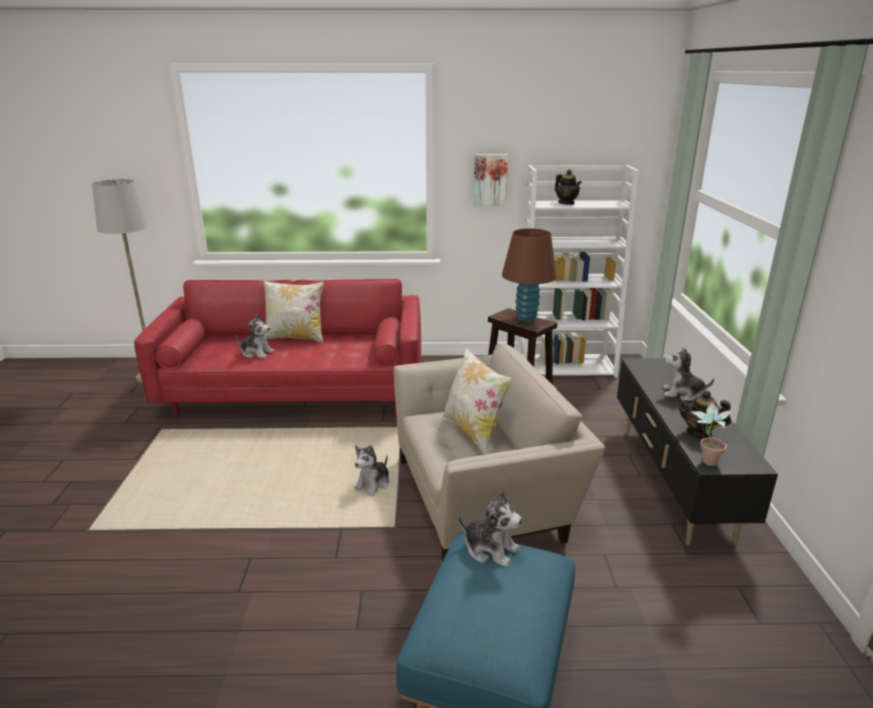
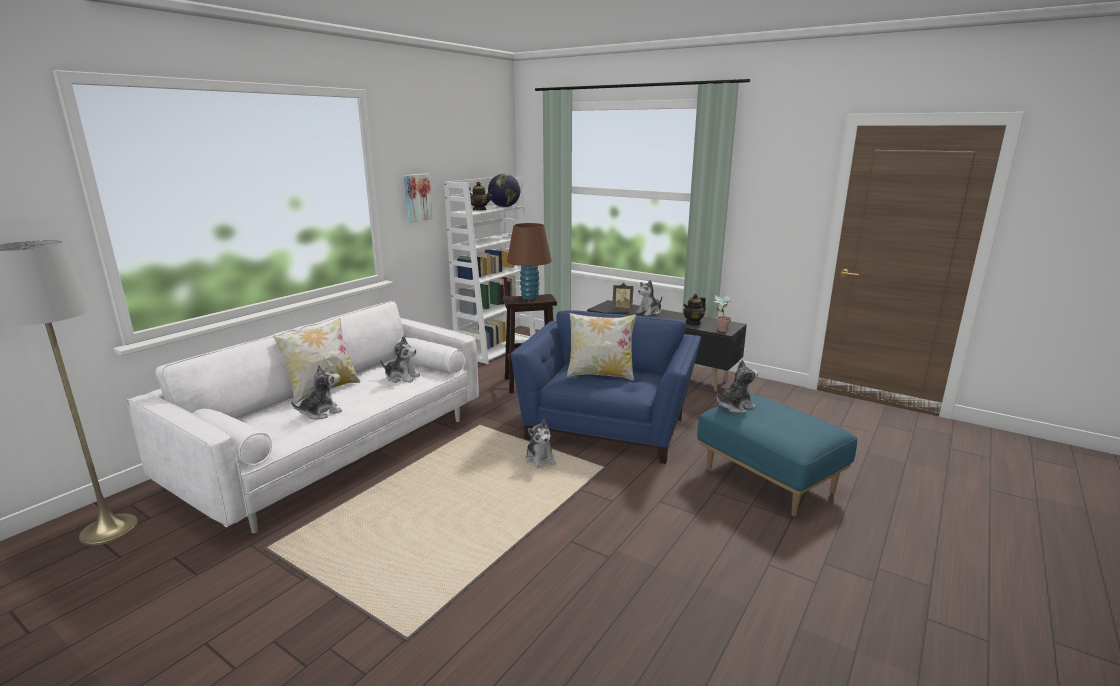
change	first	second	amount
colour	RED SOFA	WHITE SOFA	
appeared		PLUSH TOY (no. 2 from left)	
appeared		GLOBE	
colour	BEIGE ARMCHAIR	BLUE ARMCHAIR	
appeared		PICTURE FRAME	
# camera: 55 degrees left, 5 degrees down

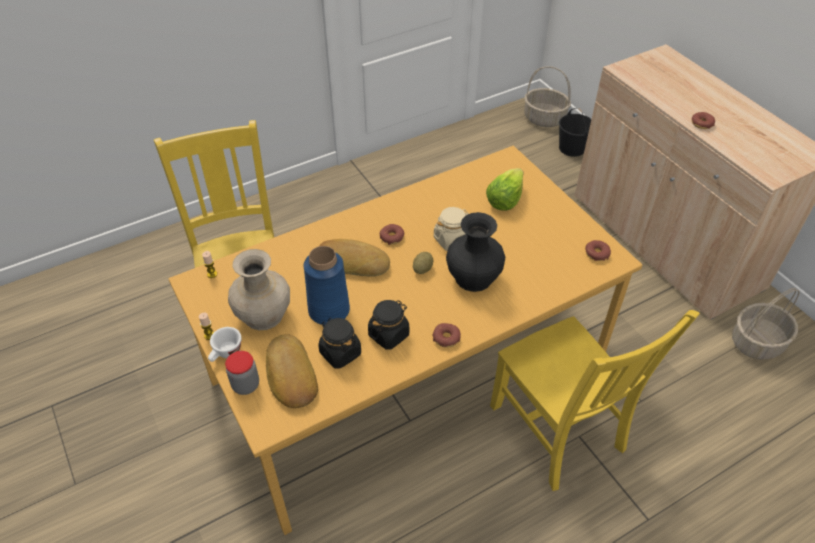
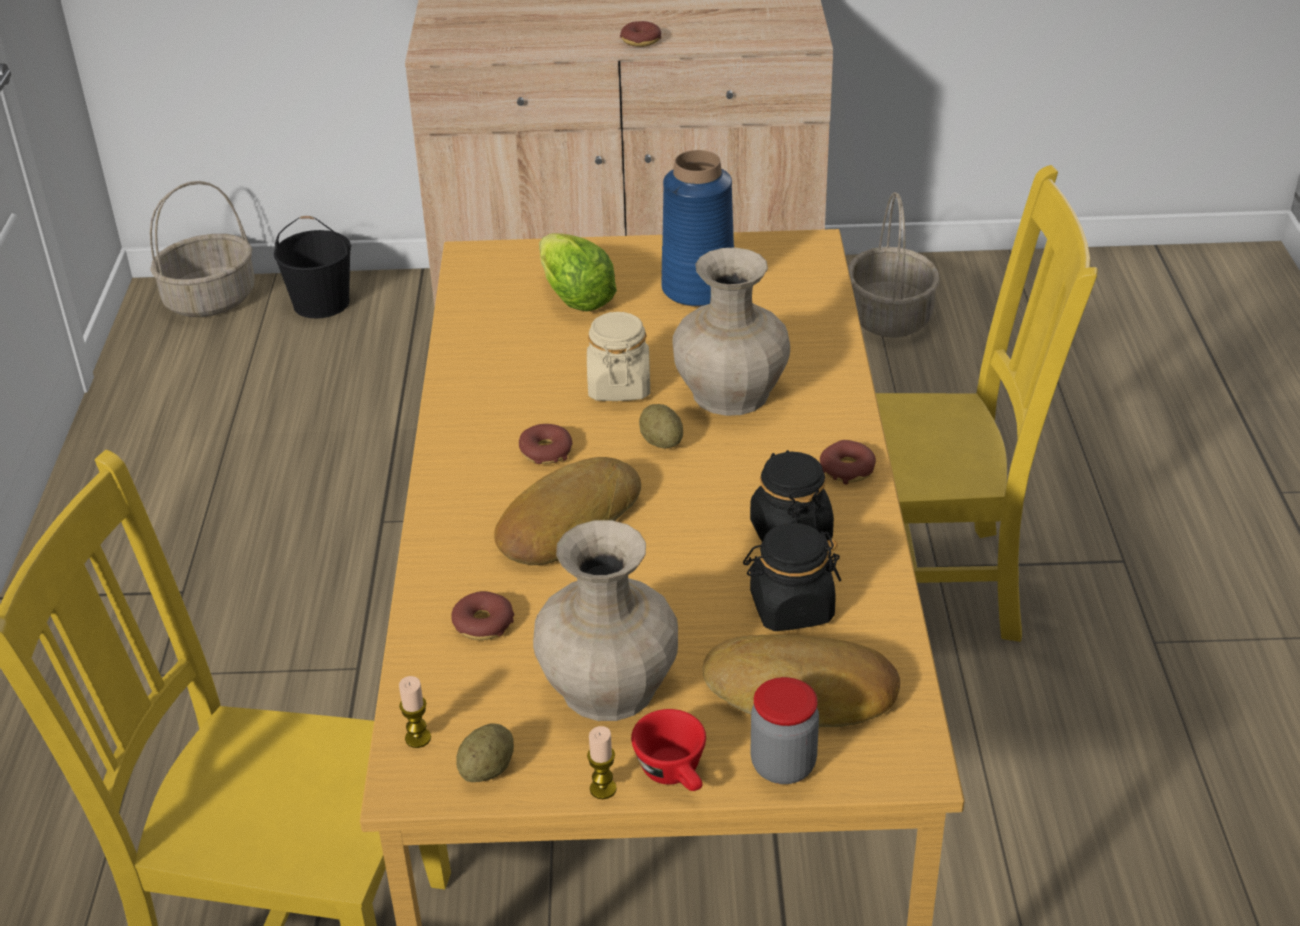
change	first	second	amount
relocated	DONUT (no. 3 from left in the first image)	DONUT (no. 1 from left)	
appeared		POTATO (no. 1 from left)	
colour	WHITE CUP	RED CUP	
relocated	BLUE VASE		
colour	BLACK VASE	BEIGE VASE (no. 2 from left)	
# camera: 60 degrees left, 10 degrees down

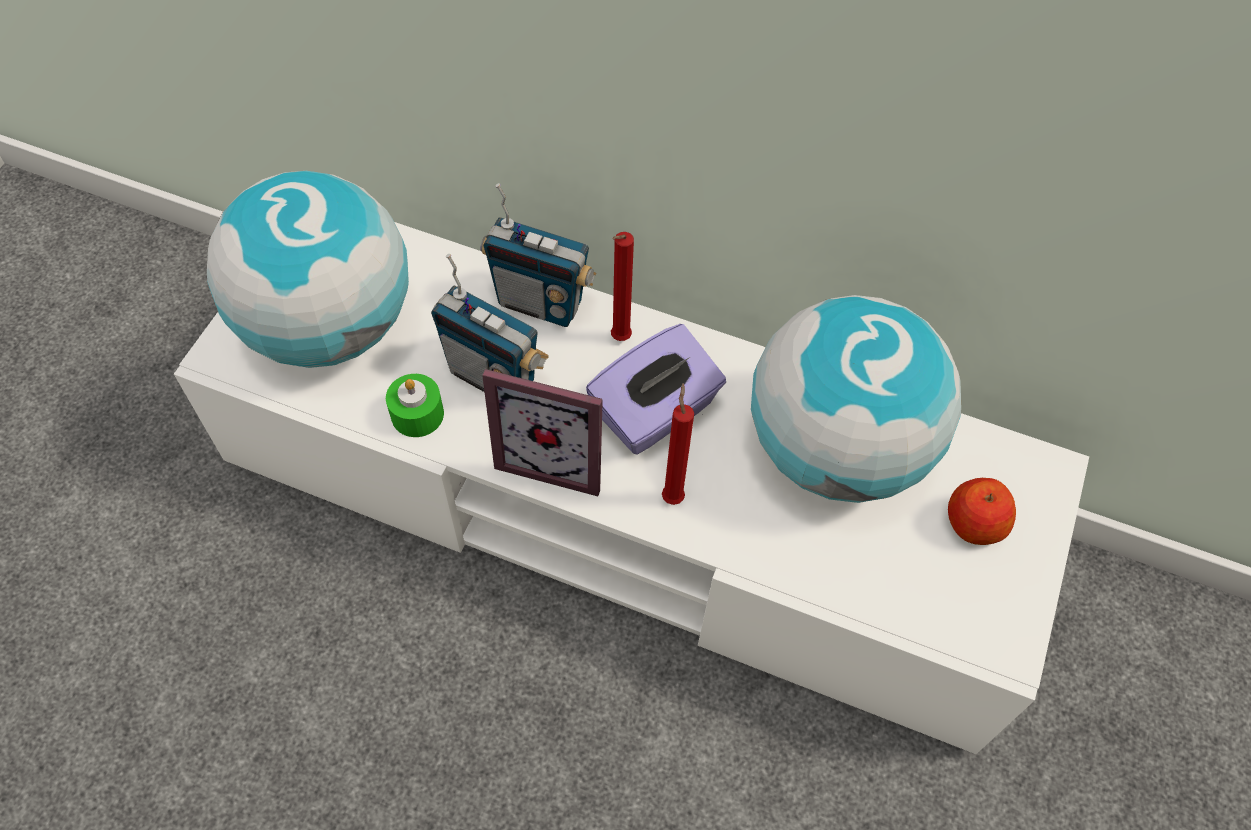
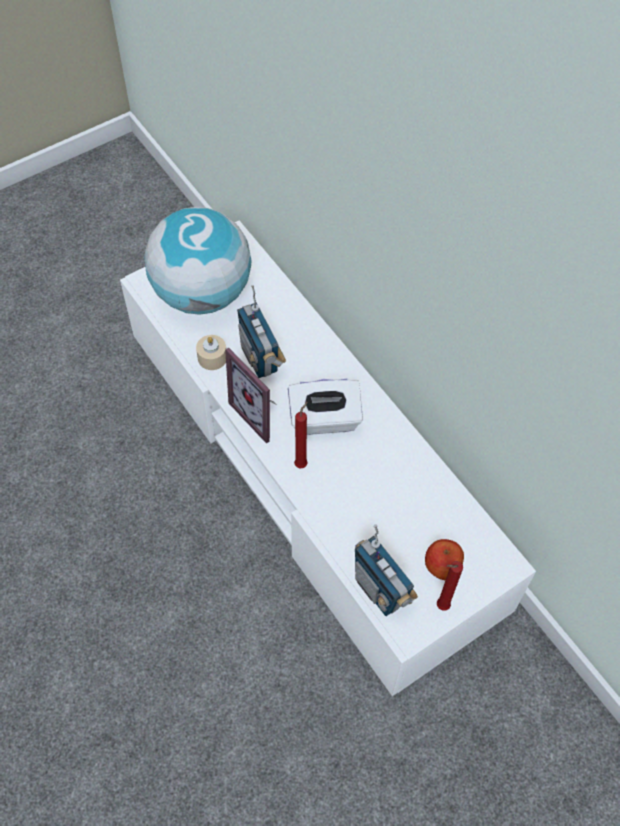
change	first	second	amount
colour	GREEN CANDLE	BEIGE CANDLE	
colour	PURPLE TISSUE BOX	WHITE TISSUE BOX	
relocated	RADIO (no. 2 from left)		
relocated	RED CANDLE (no. 1 from left in the first image)	RED CANDLE (no. 2 from left)	
missing	GLOBE (no. 2 from left)		
# camera: 35 degrees right, 0 degrees up

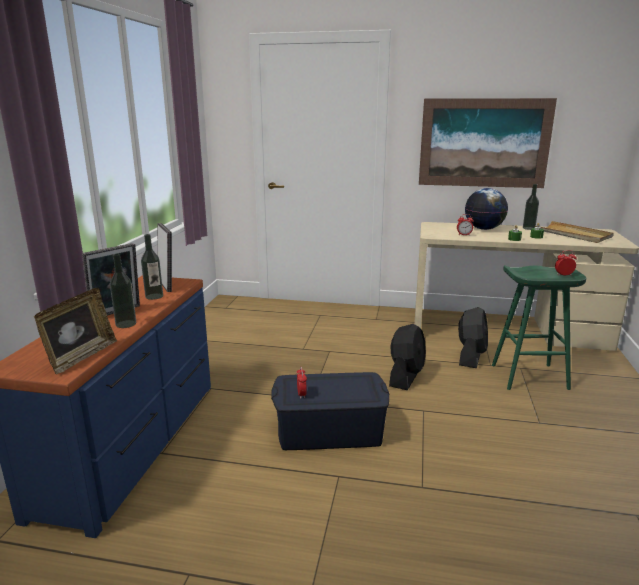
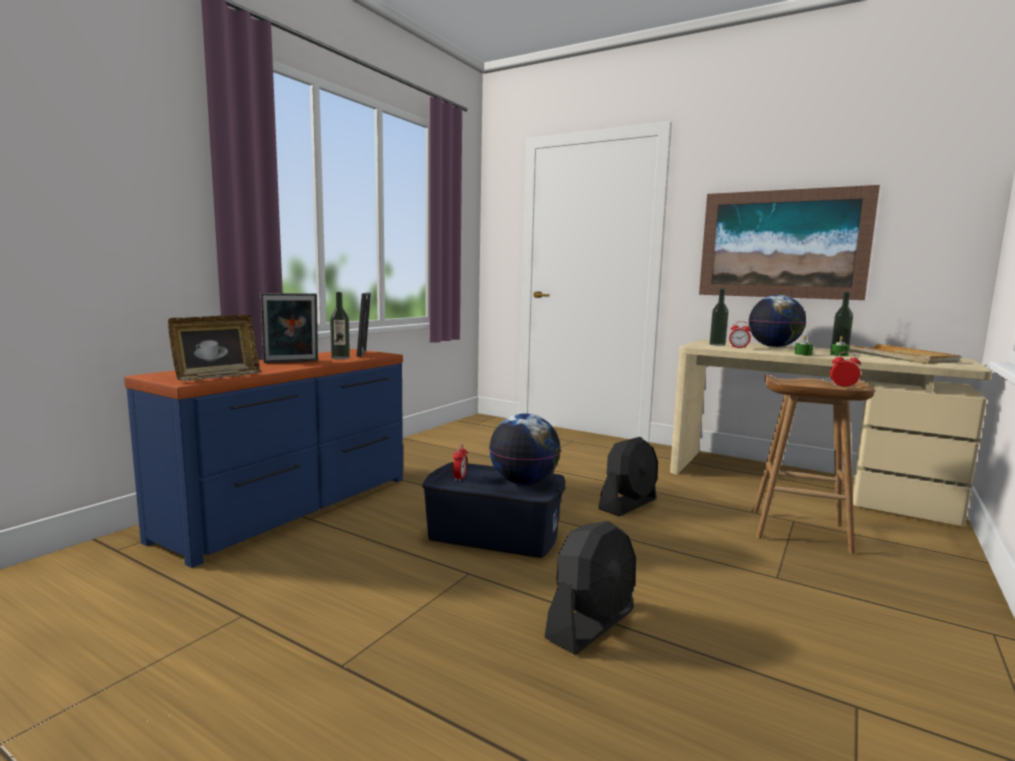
change	first	second	amount
appeared		GLOBE (no. 1 from left)	
relocated	BLACK FAN (no. 2 from left in the first image)	BLACK FAN (no. 1 from left)	
relocated	BOTTLE (no. 1 from left in the first image)	BOTTLE (no. 2 from left)	
colour	GREEN STOOL	BROWN STOOL	
# camera: 20 degrees right, 10 degrees down

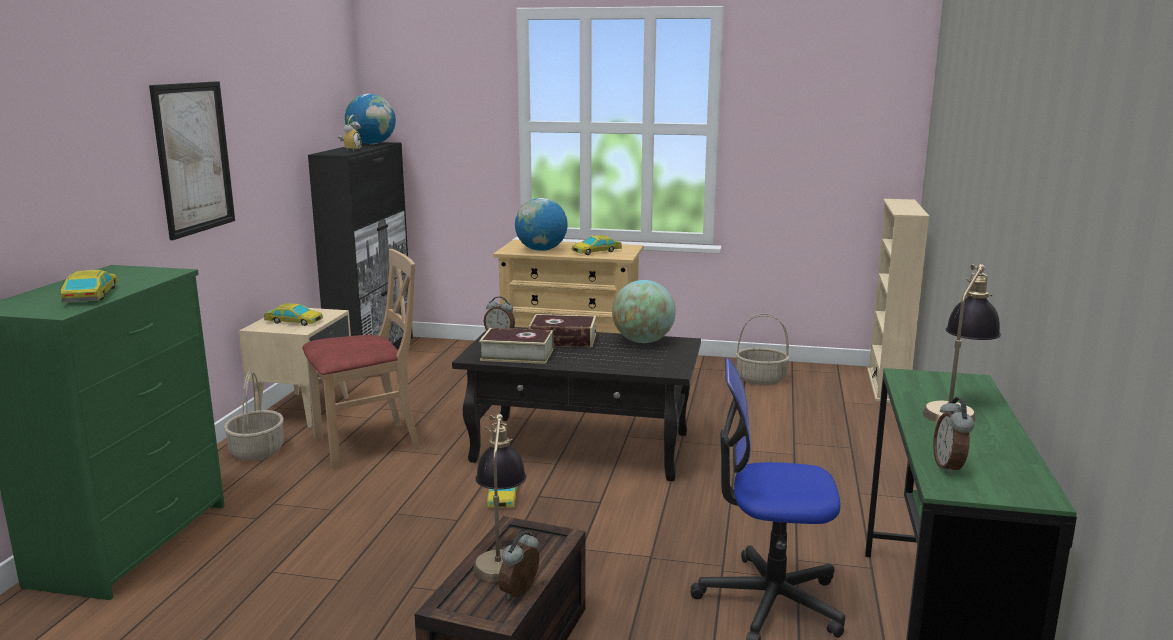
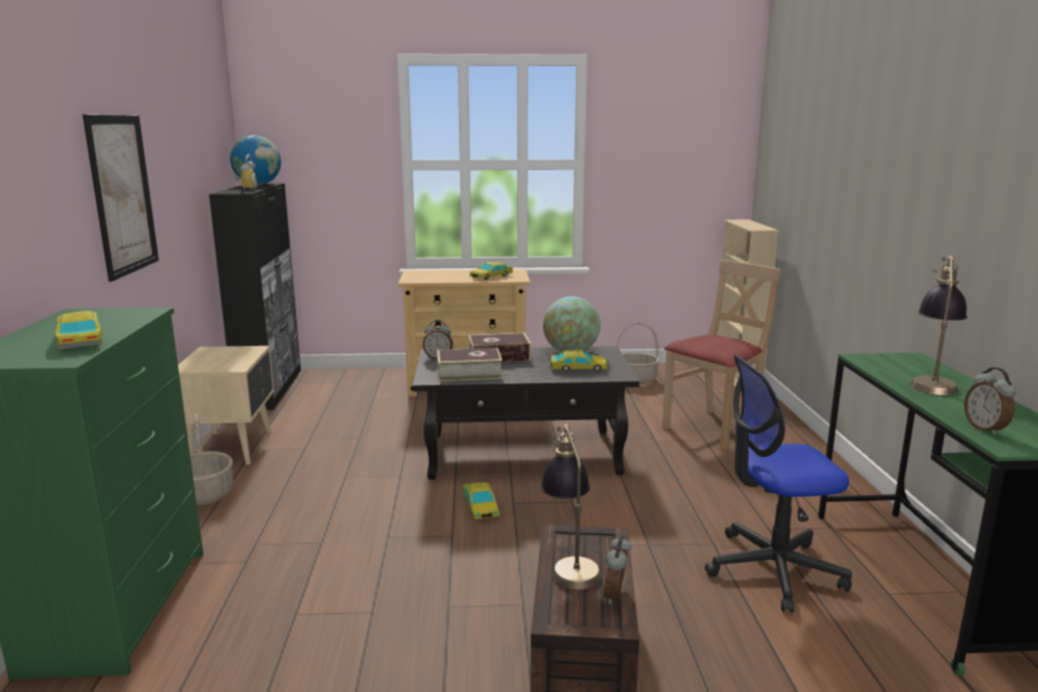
change	first	second	amount
relocated	TOY CAR (no. 2 from left in the first image)	TOY CAR (no. 4 from left)	
relocated	BEIGE CHAIR		
missing	GLOBE (no. 2 from left)		
# camera: 15 degrees left, 0 degrees up

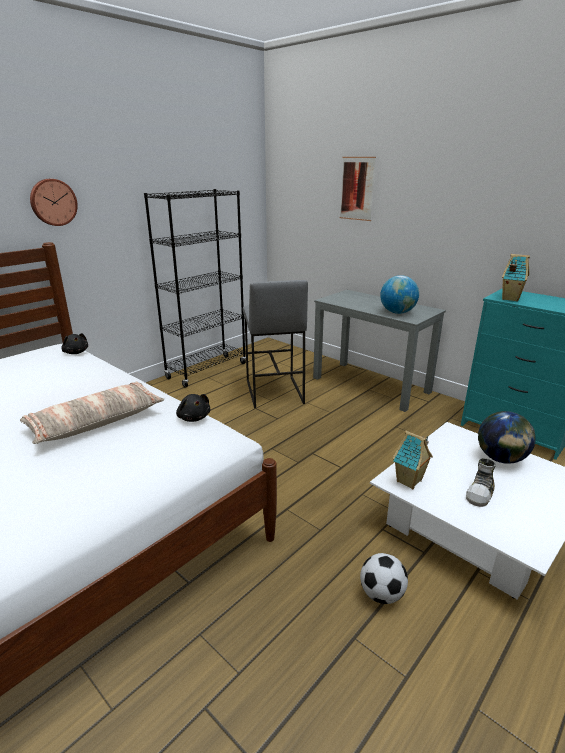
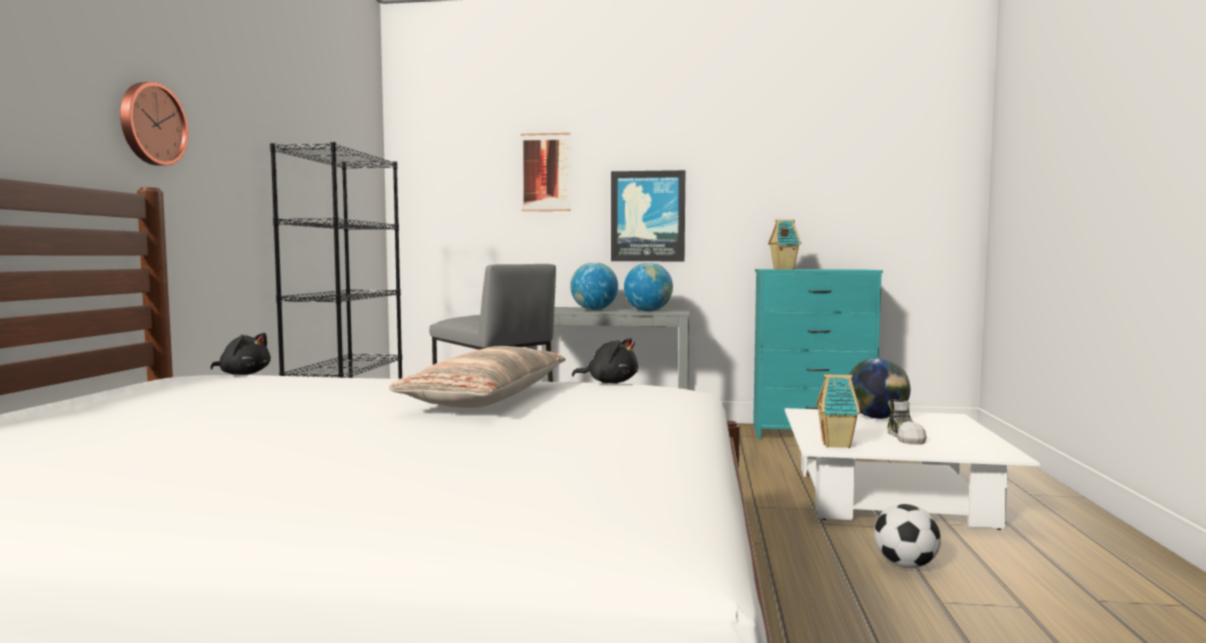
change	first	second	amount
appeared		GLOBE (no. 1 from left)	
appeared		PICTURE (no. 2 from left)	
# camera: 35 degrees left, 20 degrees down

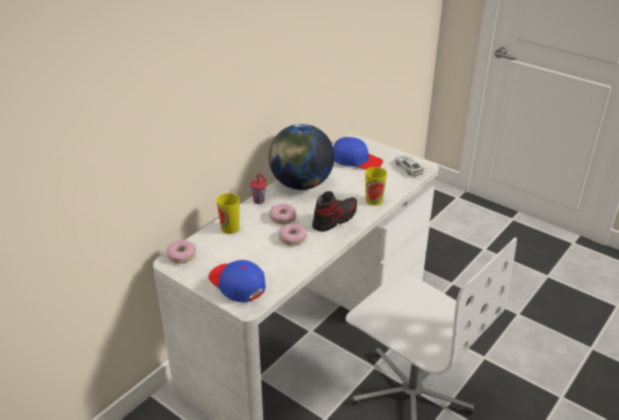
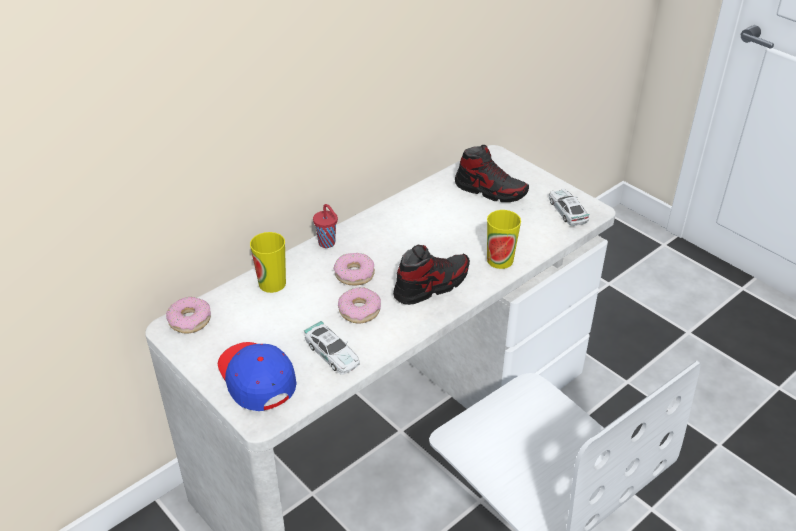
change	first	second	amount
appeared		TOY CAR (no. 1 from left)	
exchanged	BLUE CAP (no. 2 from left)	SHOE (no. 2 from left)	
missing	GLOBE		
# camera: 10 degrees right, 5 degrees up

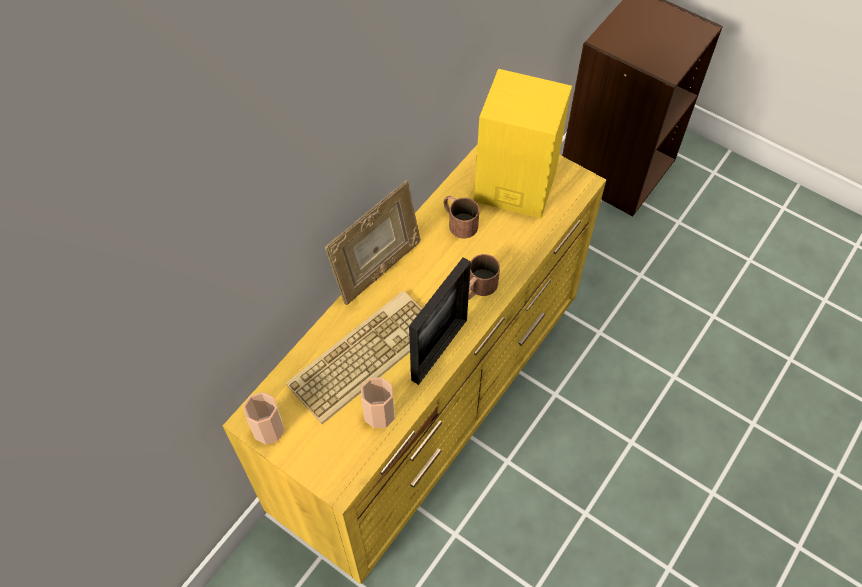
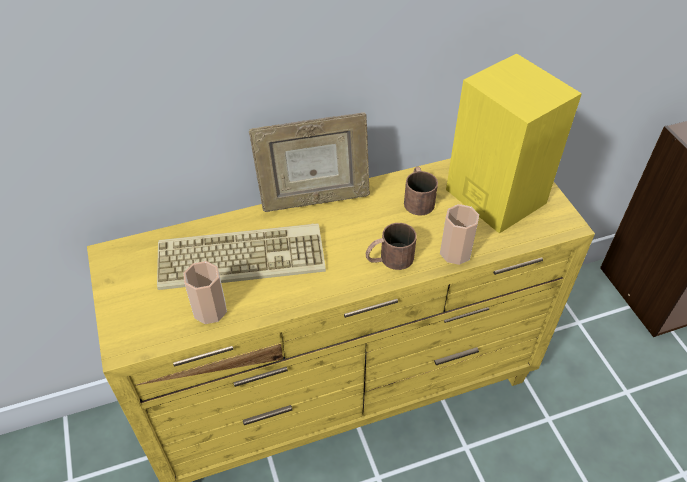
change	first	second	amount
relocated	CUP (no. 1 from left in the first image)	CUP (no. 2 from left)	
missing	PICTURE FRAME (no. 2 from left)		
# camera: 35 degrees right, 10 degrees down

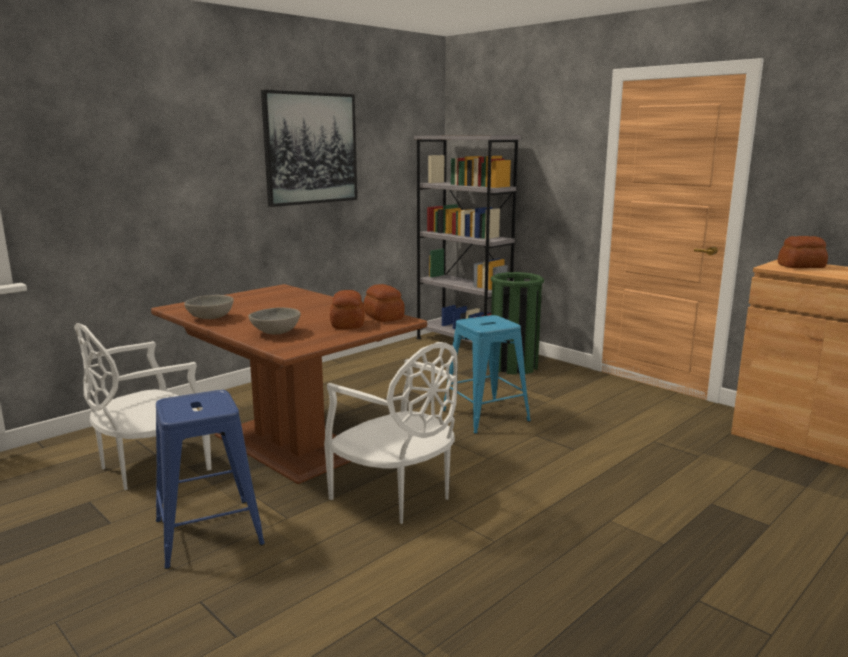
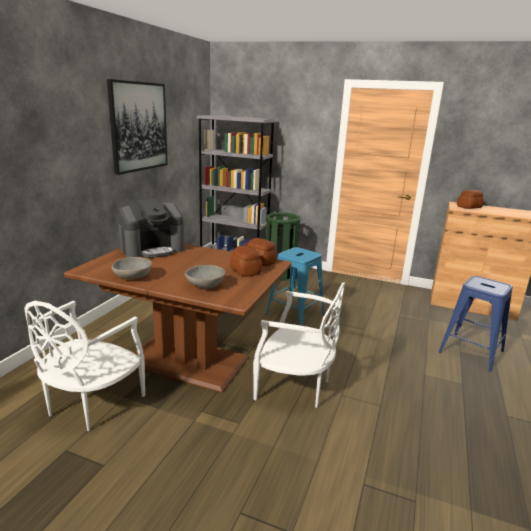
change	first	second	amount
appeared		COFFEE MACHINE	
relocated	BLUE STOOL (no. 1 from left in the first image)	BLUE STOOL (no. 2 from left)	
# camera: 25 degrees left, 5 degrees up

